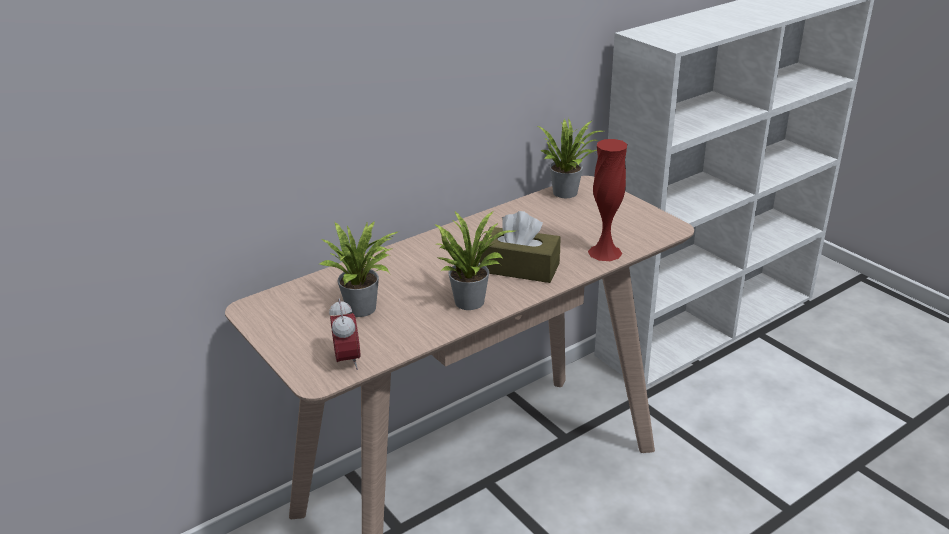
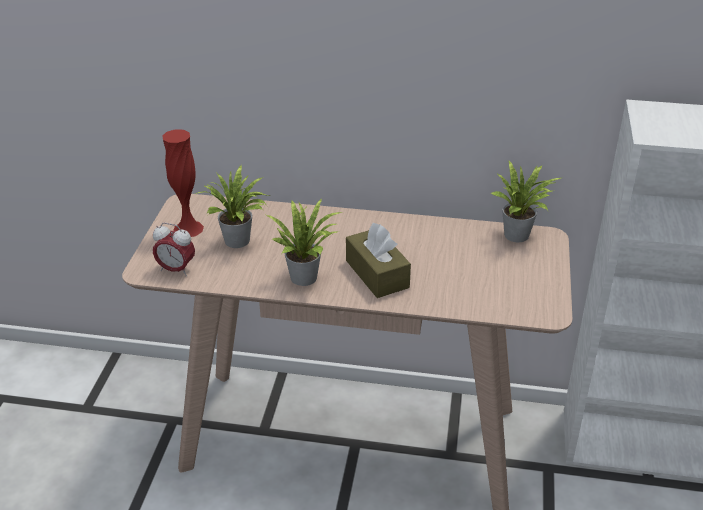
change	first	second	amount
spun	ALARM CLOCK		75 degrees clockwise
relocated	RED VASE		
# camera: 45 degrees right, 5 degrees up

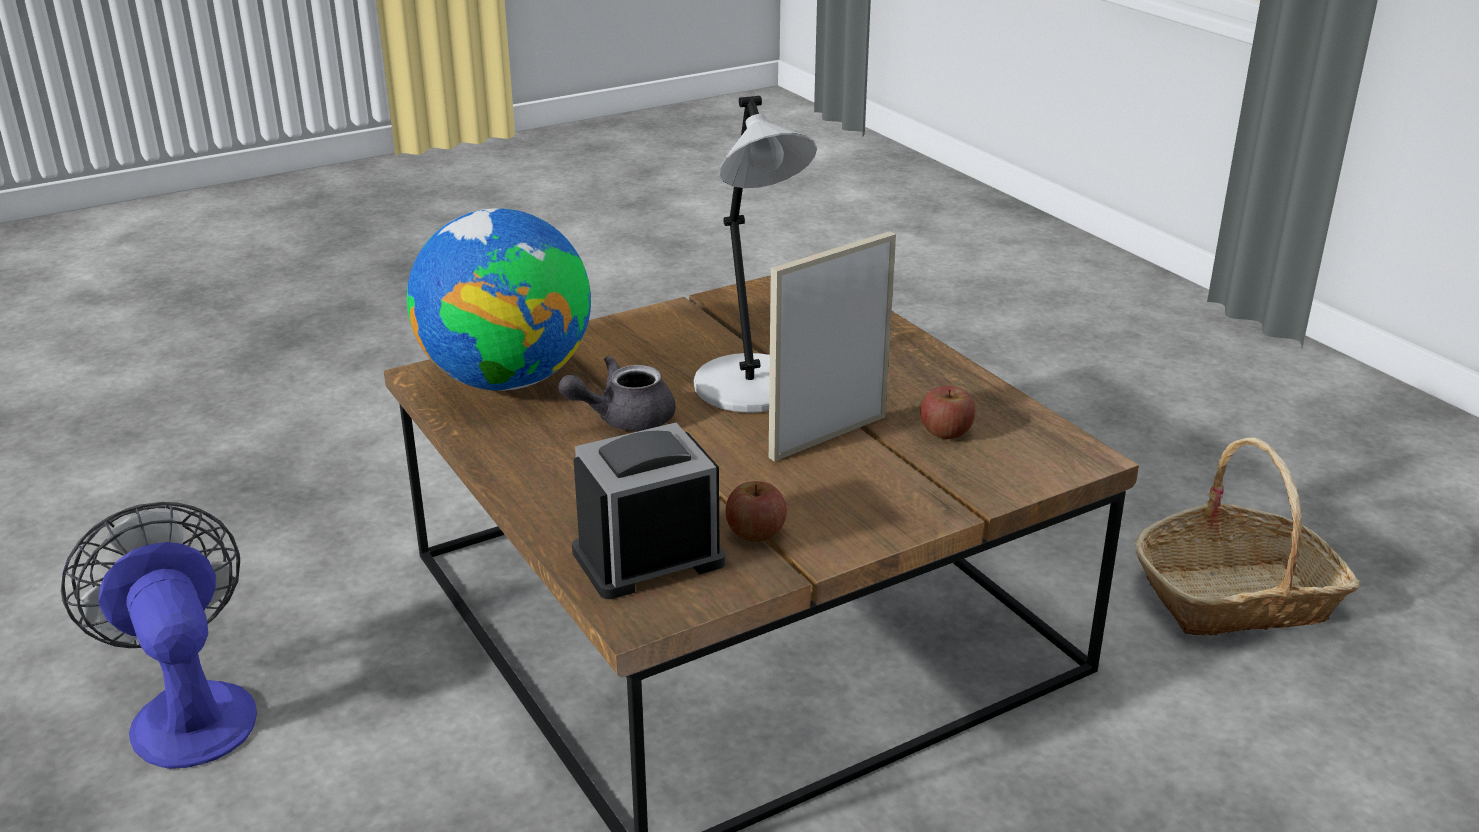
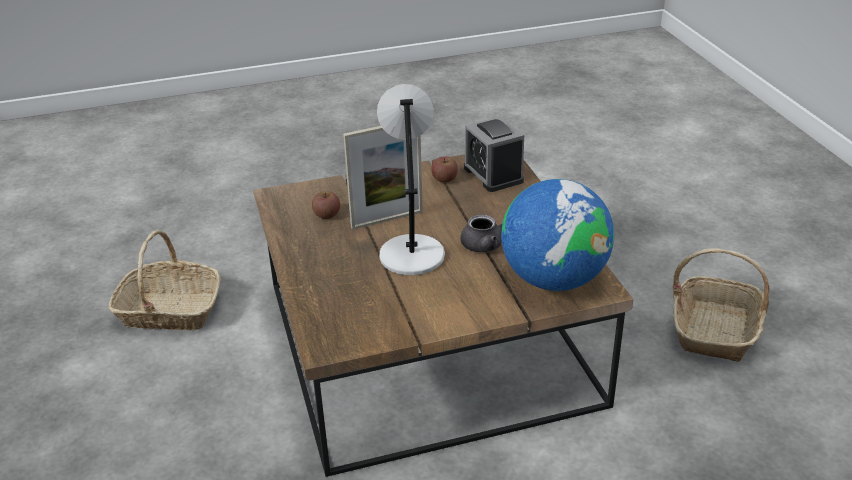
change	first	second	amount
spun	ALARM CLOCK		75 degrees clockwise
exchanged	FAN	BASKET (no. 2 from left)	
# camera: 165 degrees left, 5 degrees up

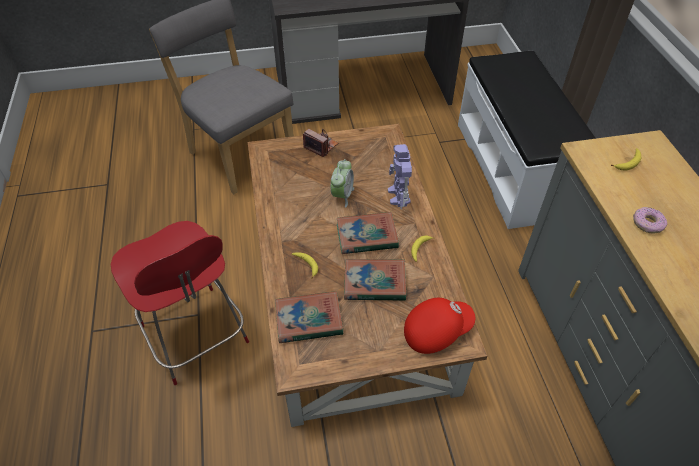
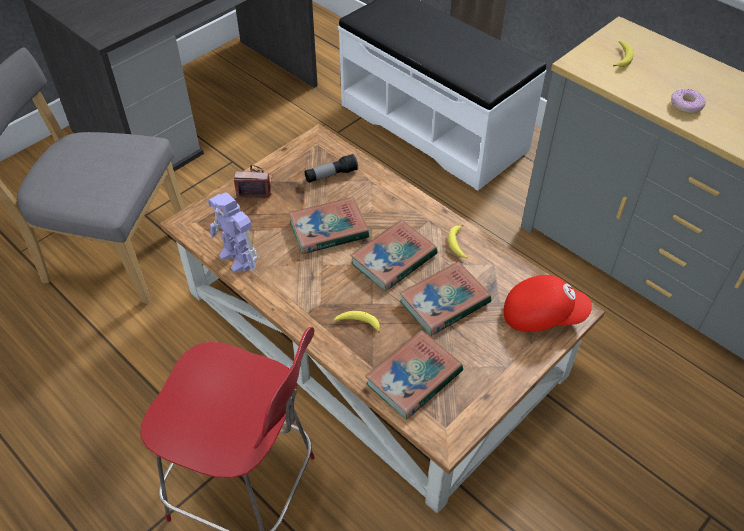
change	first	second	amount
relocated	TOY ROBOT		
exchanged	ALARM CLOCK	BOOK (no. 1 from left)	
appeared		FLASHLIGHT	
spun	RED CAP		60 degrees clockwise
# camera: 35 degrees left, 0 degrees up

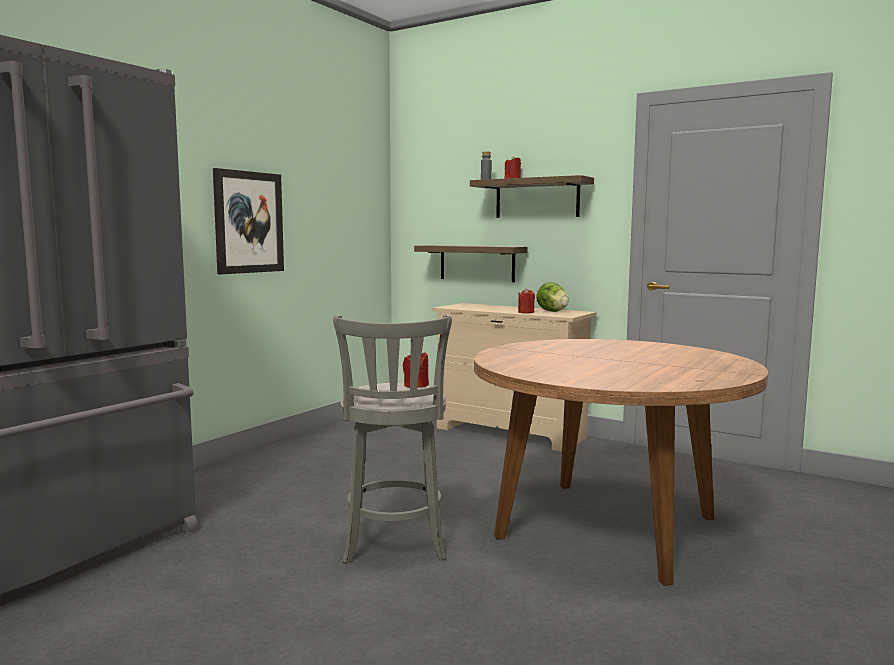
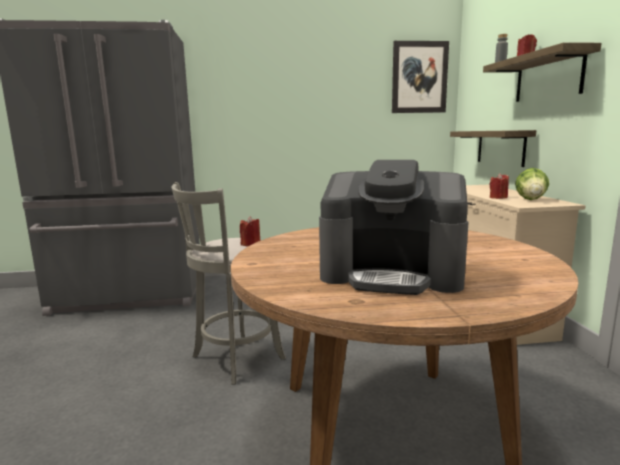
change	first	second	amount
appeared		COFFEE MACHINE	
relocated	PICTURE		
# camera: 50 degrees right, 5 degrees up

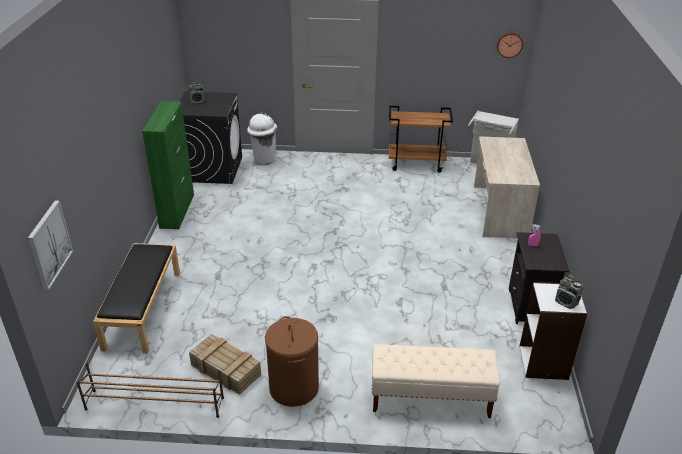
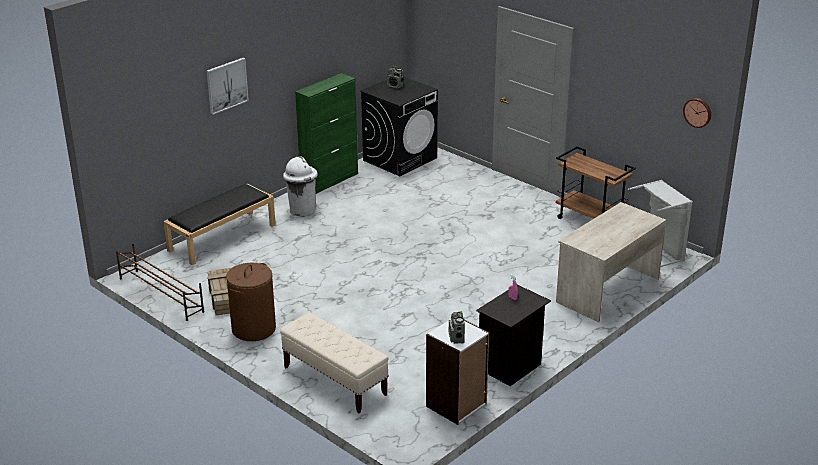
change	first	second	amount
relocated	PICTURE		
relocated	WHITE TRASH CAN		
# camera: 40 degrees right, 5 degrees down

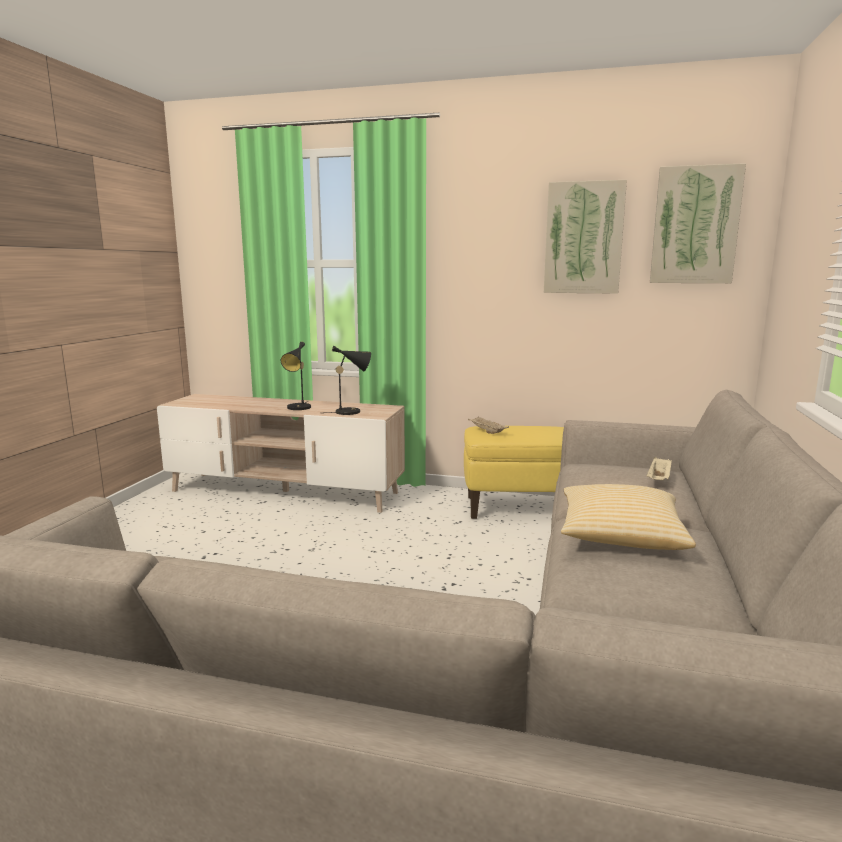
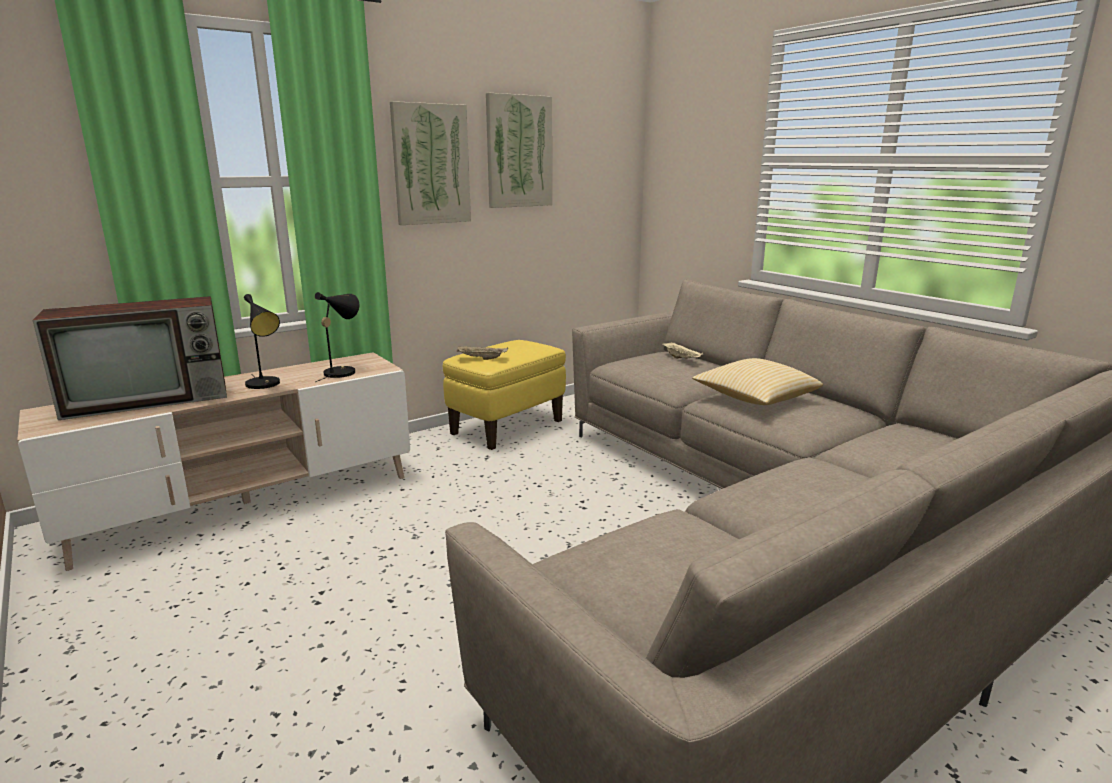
change	first	second	amount
appeared		TELEVISION	
relocated	PICTURE (no. 2 from left in the first image)	PICTURE (no. 1 from left)	
# camera: 50 degrees left, 5 degrees up

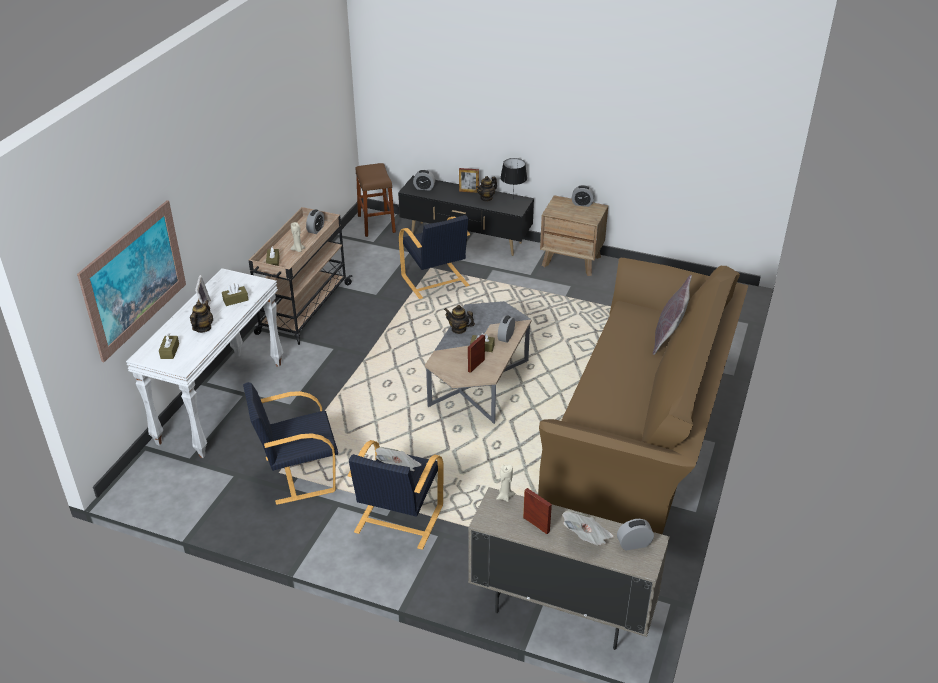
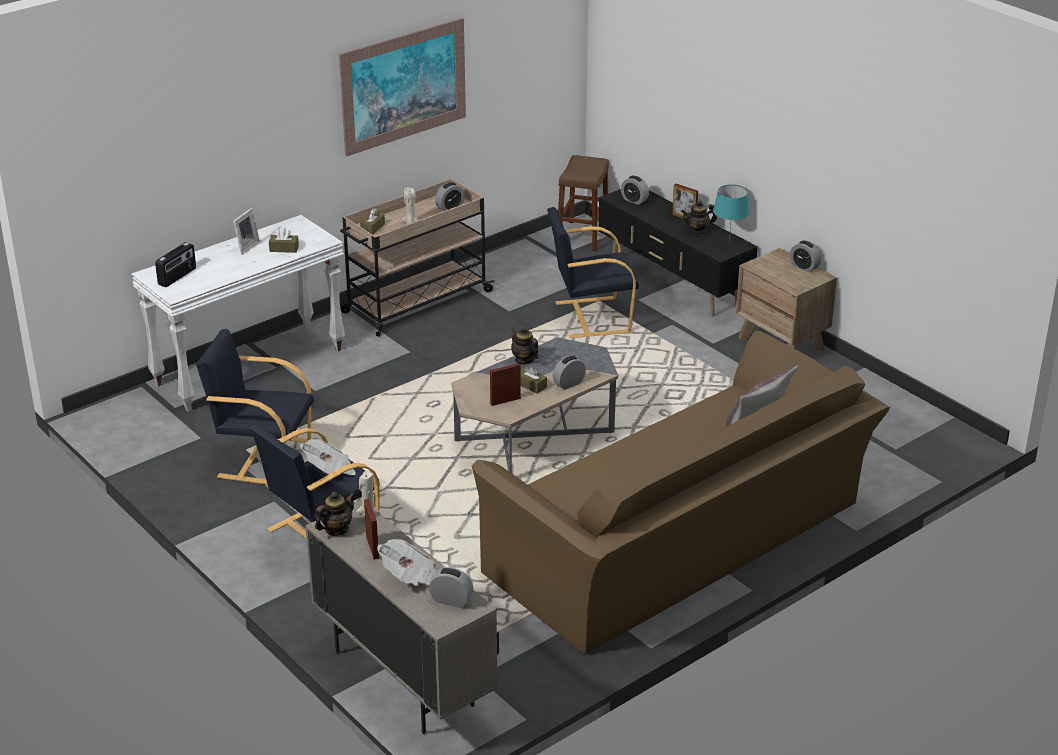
change	first	second	amount
exchanged	BROWN TISSUE BOX (no. 1 from left)	RADIO	
relocated	TEAPOT (no. 1 from left)		
relocated	PICTURE		
spun	BLACK ARMCHAIR (no. 3 from left)		75 degrees clockwise
colour	BLACK TABLE LAMP	TURQUOISE TABLE LAMP	
# camera: 30 degrees right, 5 degrees down

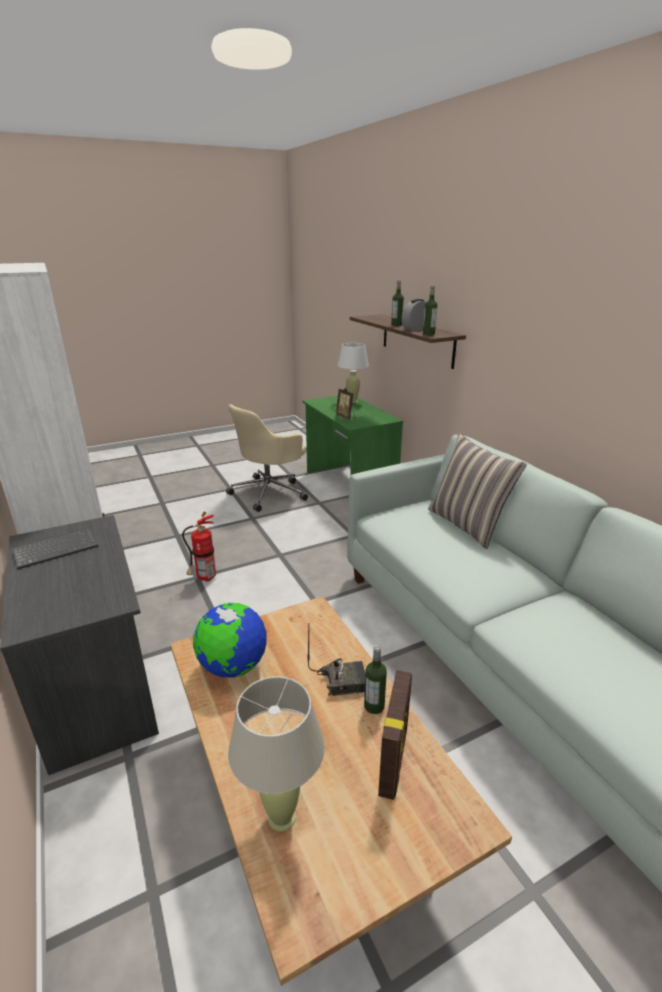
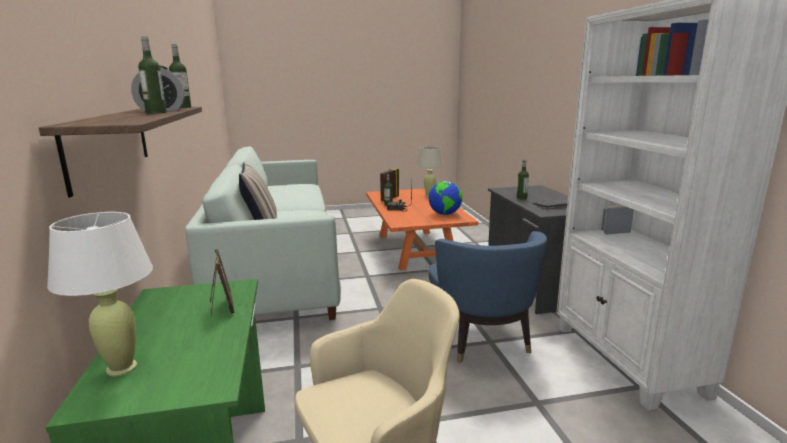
change	first	second	amount
colour	BEIGE COFFEE TABLE	ORANGE COFFEE TABLE	
exchanged	FIRE EXTINGUISHER	BLUE ARMCHAIR	
appeared		BOTTLE (no. 4 from left)	
# camera: 165 degrees left, 10 degrees down

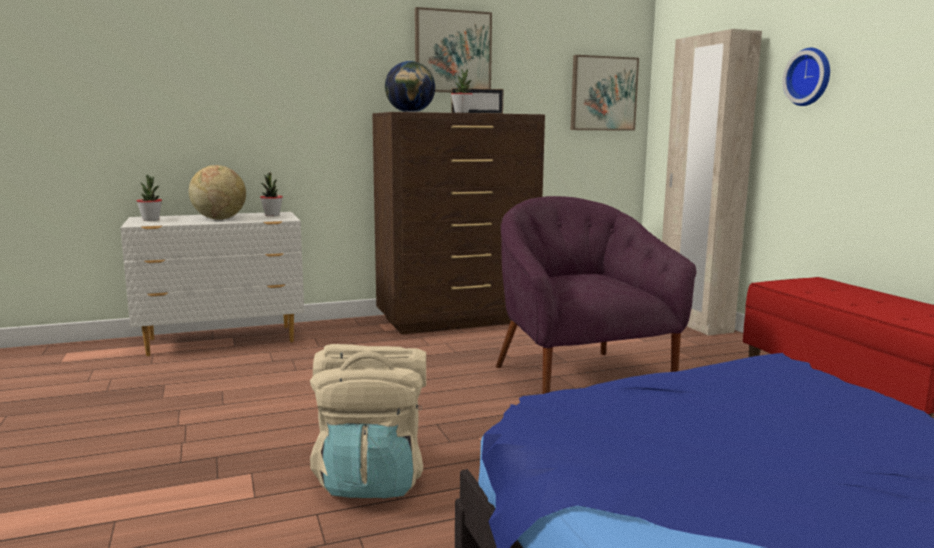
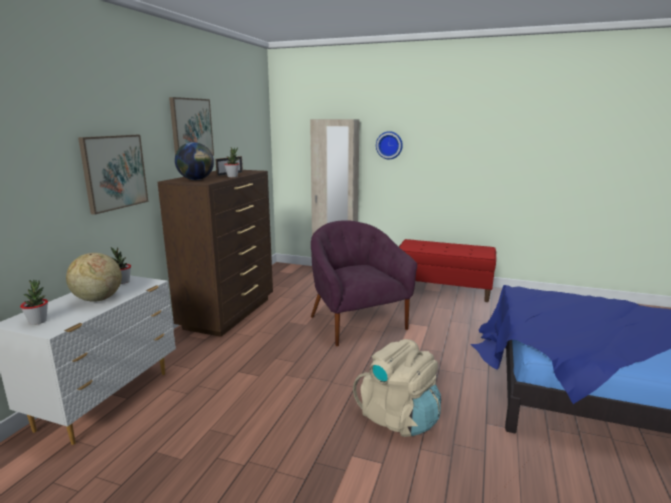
change	first	second	amount
relocated	PICTURE (no. 2 from left in the first image)	PICTURE (no. 1 from left)	
spun	PURPLE ARMCHAIR		45 degrees clockwise
# camera: 50 degrees left, 5 degrees up

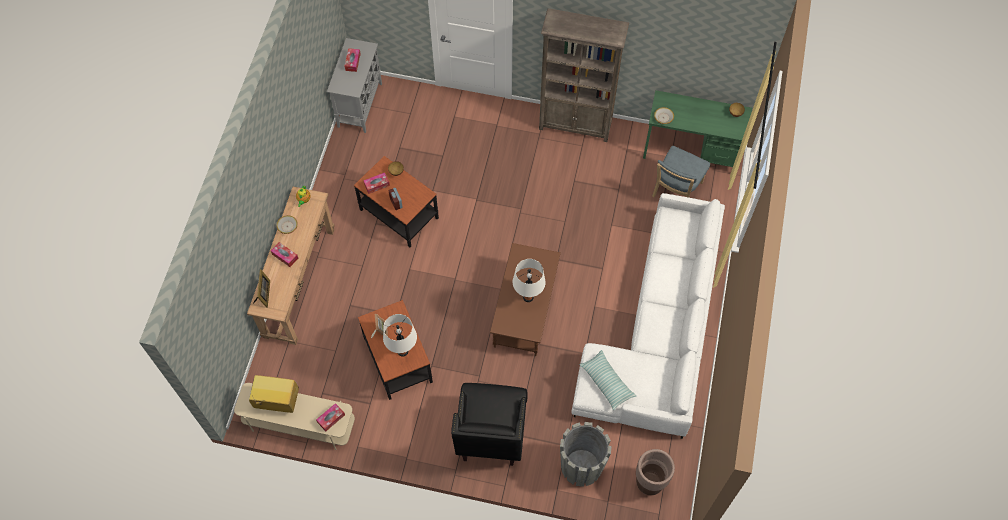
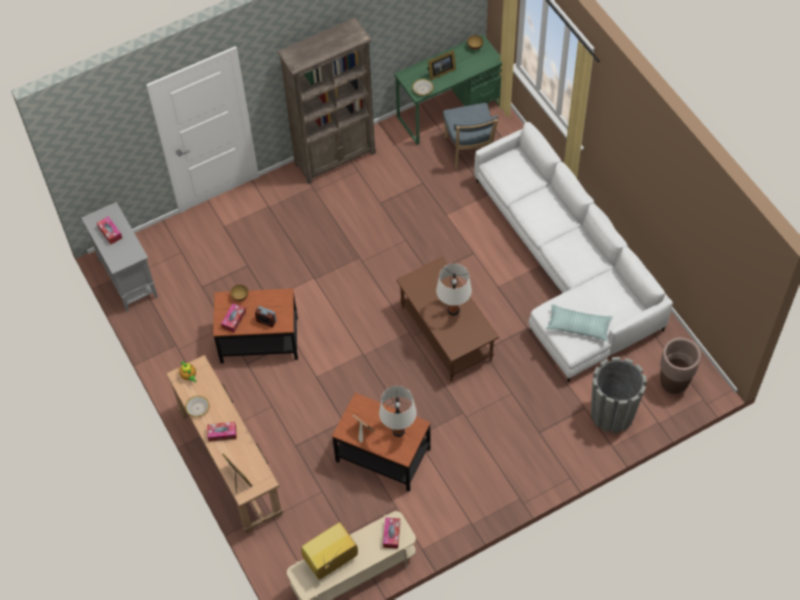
change	first	second	amount
appeared		PICTURE FRAME (no. 3 from left)	
missing	BLACK ARMCHAIR		
# camera: 40 degrees left, 5 degrees down

